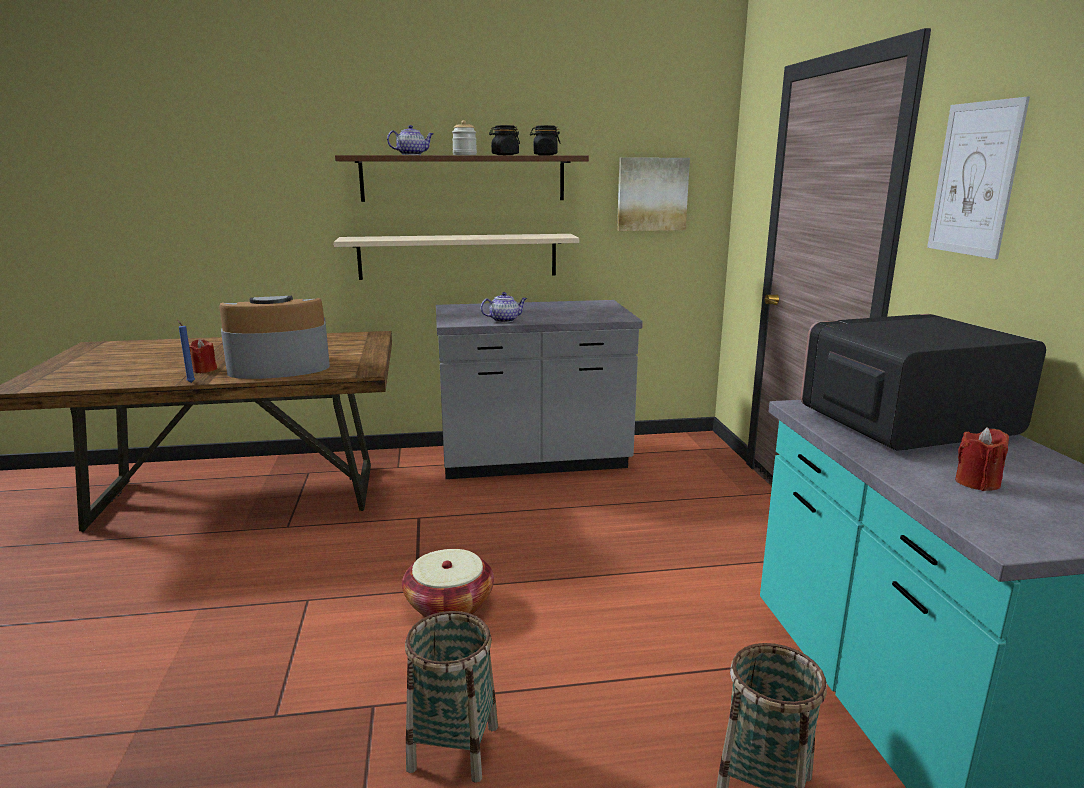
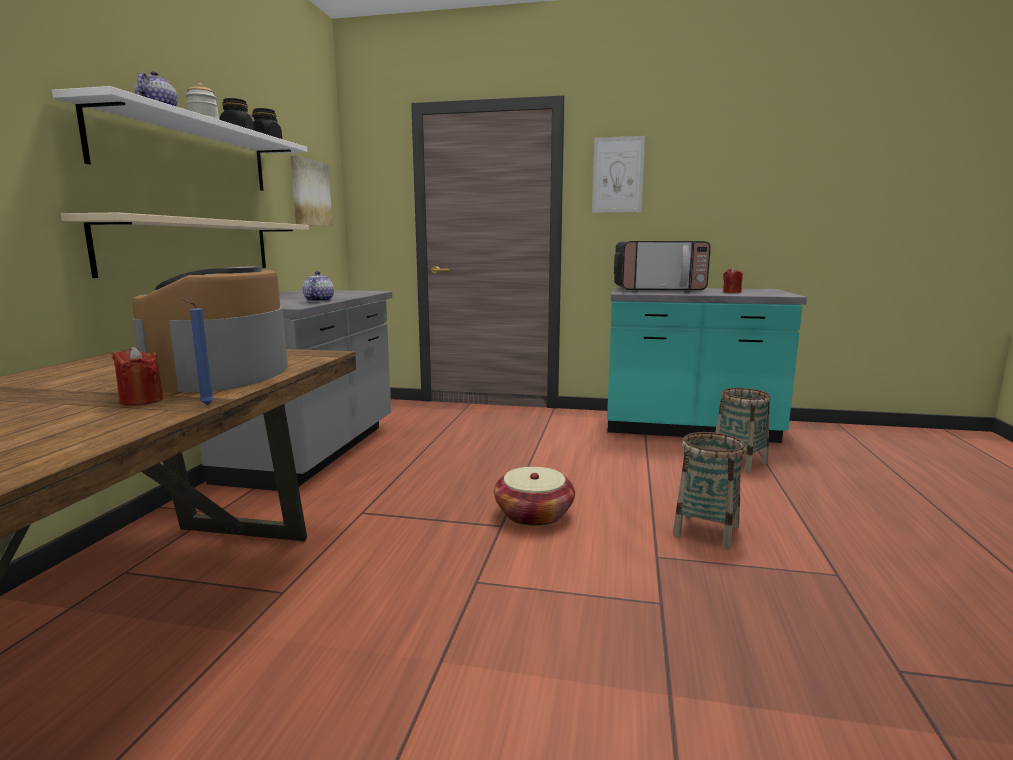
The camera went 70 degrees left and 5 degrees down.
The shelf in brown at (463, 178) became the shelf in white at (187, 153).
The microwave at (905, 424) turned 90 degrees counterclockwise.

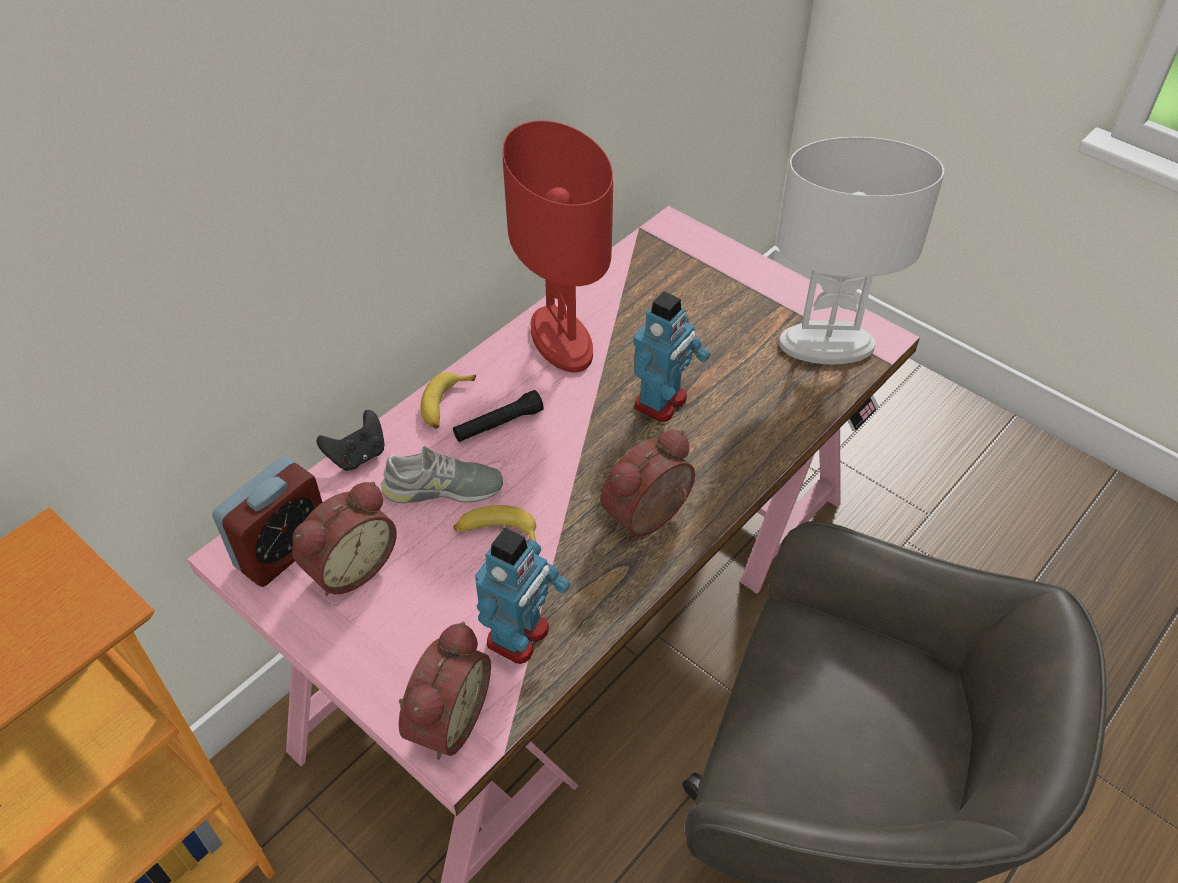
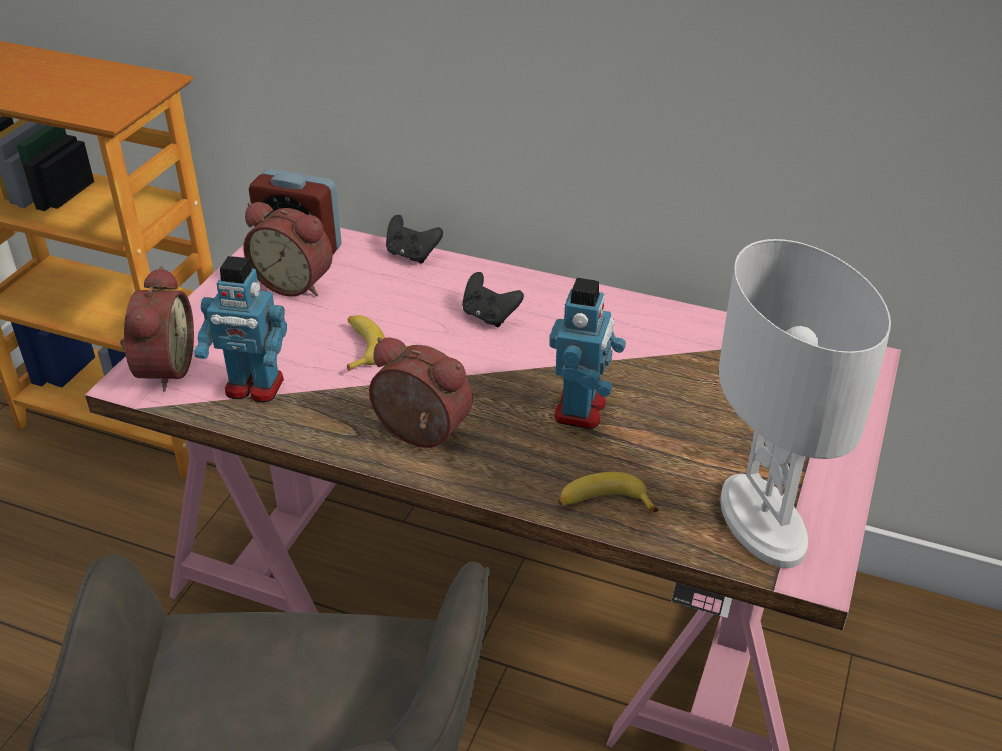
The camera went 70 degrees right and 10 degrees down.
The shoe in grey at (443, 488) disappeared.
The table lamp in red at (562, 341) disappeared.
The banana moved from (445, 405) to (603, 503).
The flashlight in black at (498, 424) was replaced by the game controller in black at (489, 316).
The alarm clock at (444, 718) turned 90 degrees counterclockwise.
The toy robot at (662, 402) turned 90 degrees counterclockwise.

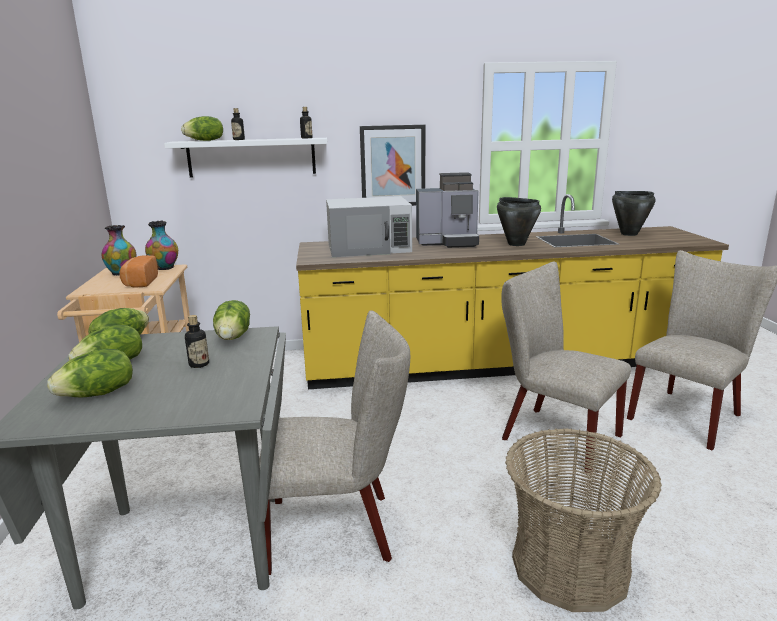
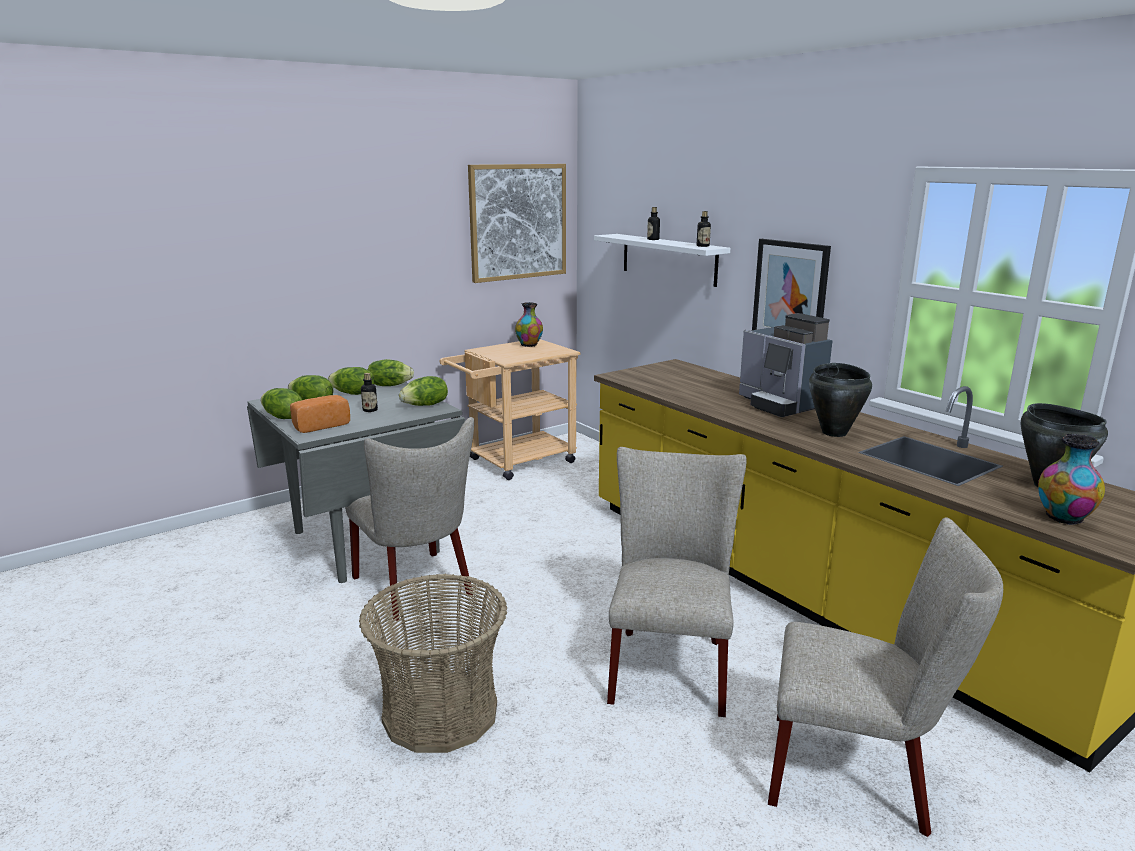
The camera went 60 degrees right and 0 degrees up.
The microwave in white at (369, 247) disappeared.
The picture at (518, 222) appeared.
The bread moved from (139, 282) to (320, 425).
The vase moved from (164, 268) to (1063, 518).
The lettuce moved from (205, 140) to (282, 417).

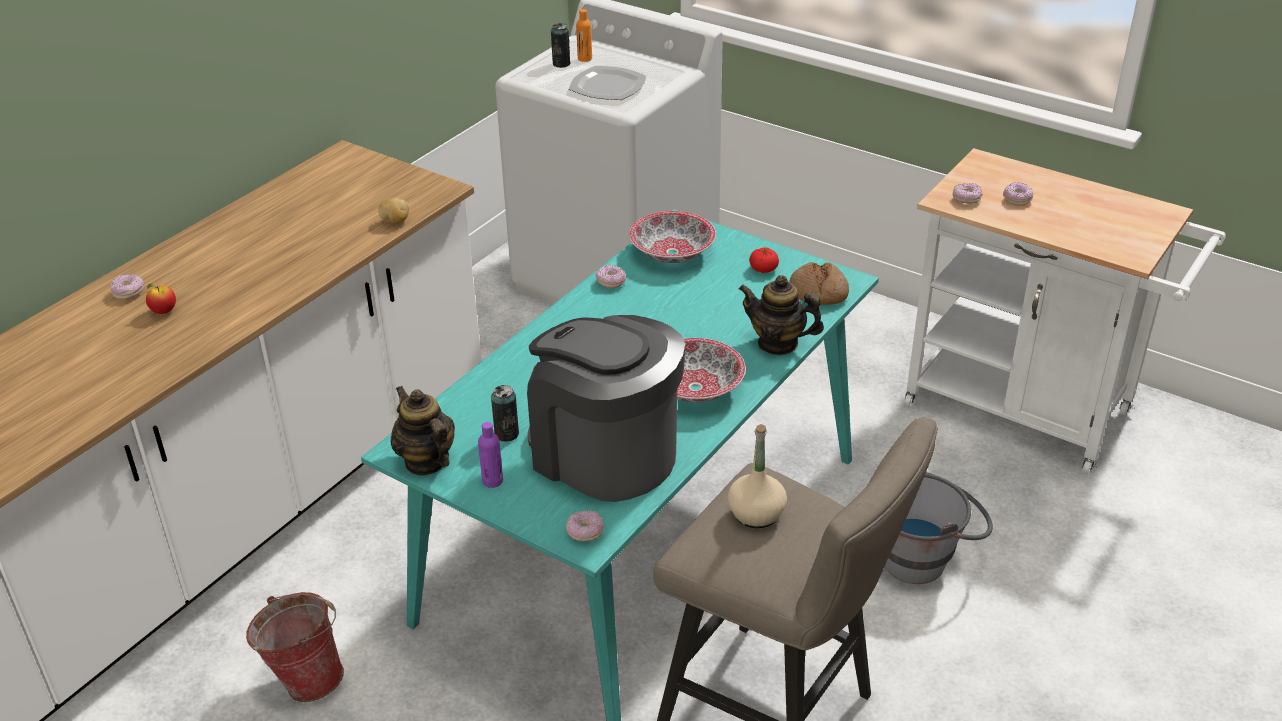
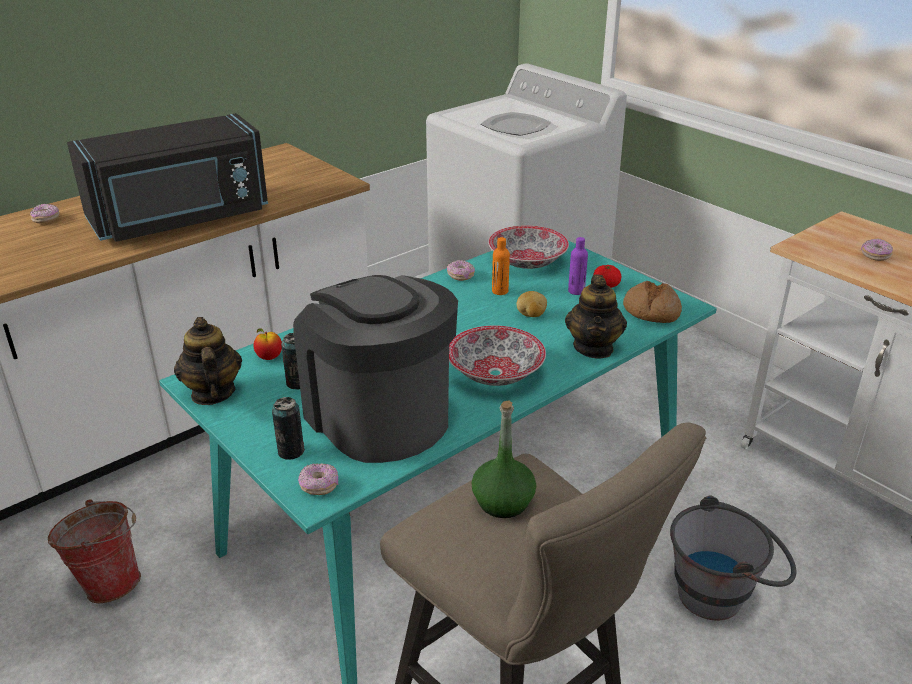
The camera went 15 degrees right and 5 degrees down.
The donut at (966, 199) disappeared.
The microwave in black at (181, 219) appeared.
The apple moved from (164, 311) to (269, 357).
The potato moved from (395, 221) to (531, 315).
The bottle in purple moved from (492, 481) to (576, 291).
The can moved from (561, 64) to (291, 451).
The bottle in orange moved from (585, 59) to (500, 291).
The bottle in beige at (756, 514) became the bottle in green at (503, 502).
The teapot at (778, 343) turned 120 degrees counterclockwise.

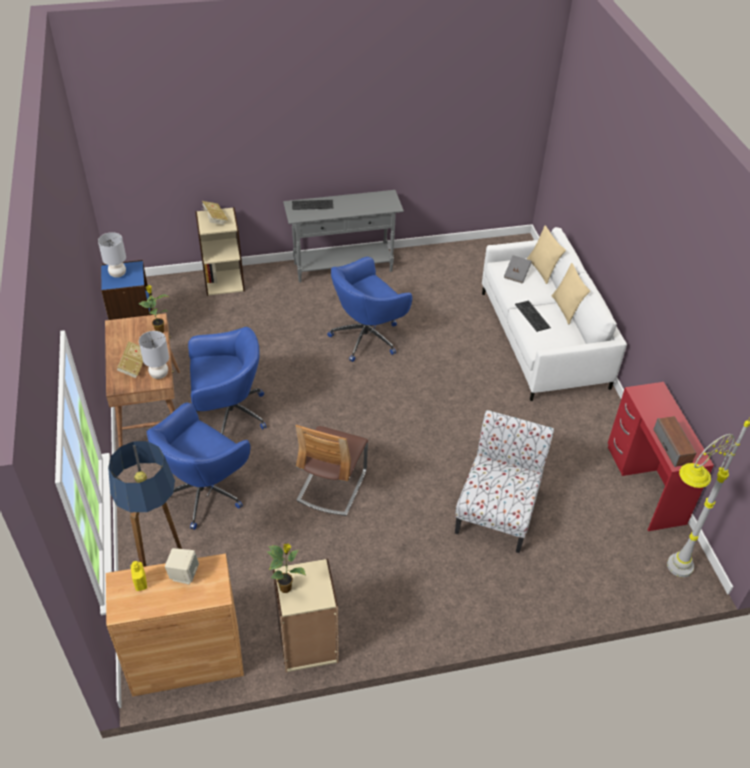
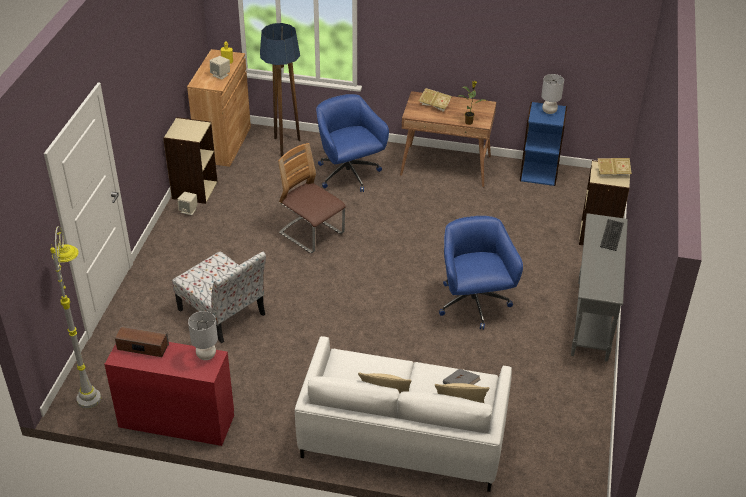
The camera went 115 degrees right and 5 degrees down.
The office chair in blue at (228, 414) disappeared.
The potted plant at (286, 587) disappeared.
The keyboard at (532, 316) disappeared.
The speaker in beige at (188, 210) appeared.
The table lamp in grey moved from (159, 374) to (206, 355).

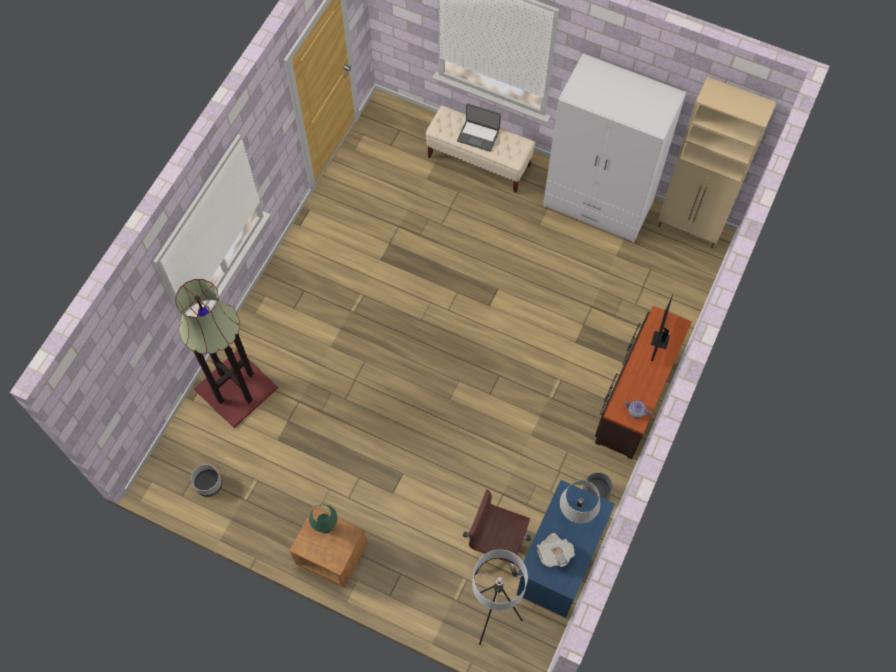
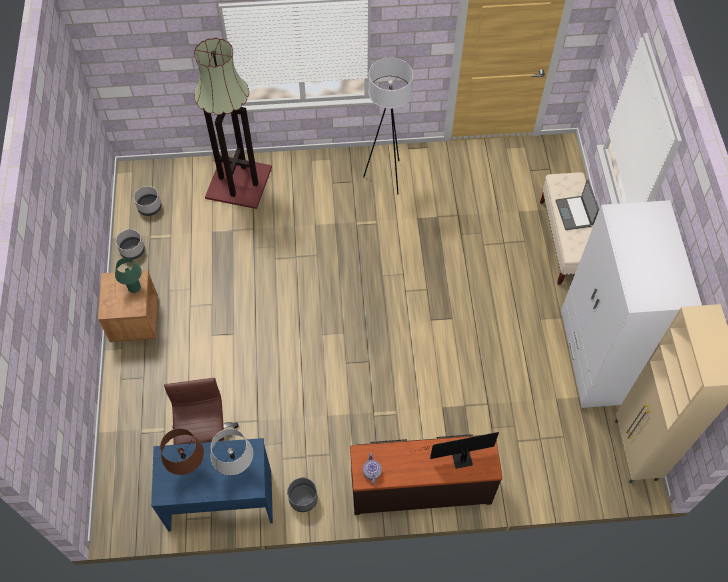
The camera went 60 degrees right and 5 degrees down.
The planter in grey at (132, 250) appeared.
The floor lamp in white moved from (493, 618) to (387, 176).
The newspaper at (554, 552) was replaced by the table lamp in brown at (189, 467).

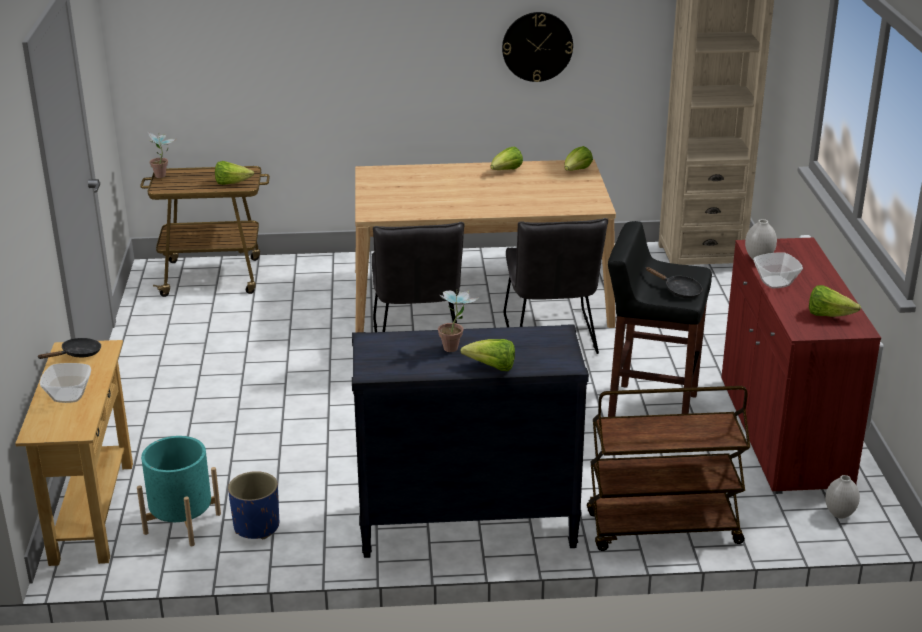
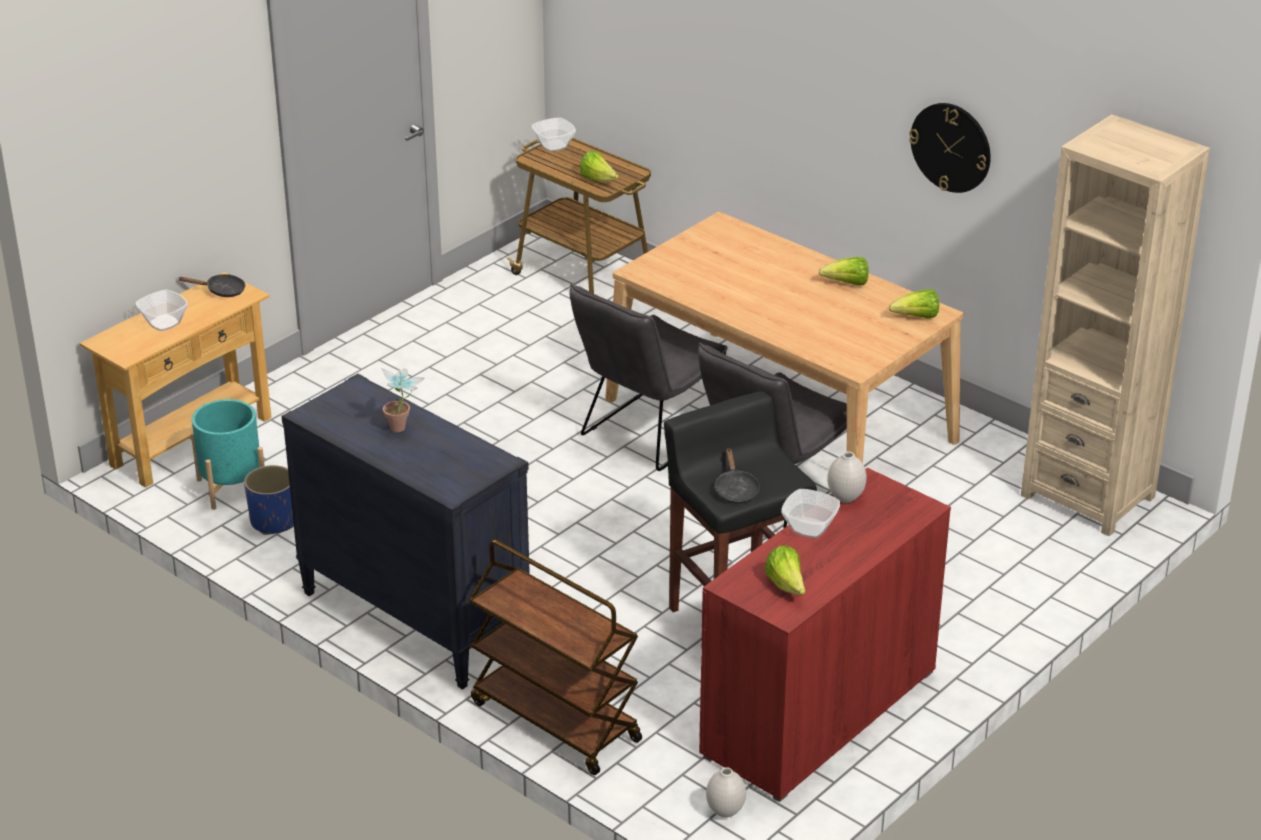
The camera went 45 degrees right and 5 degrees up.
The lettuce at (492, 367) disappeared.
The potted plant at (163, 176) was replaced by the bowl at (554, 145).

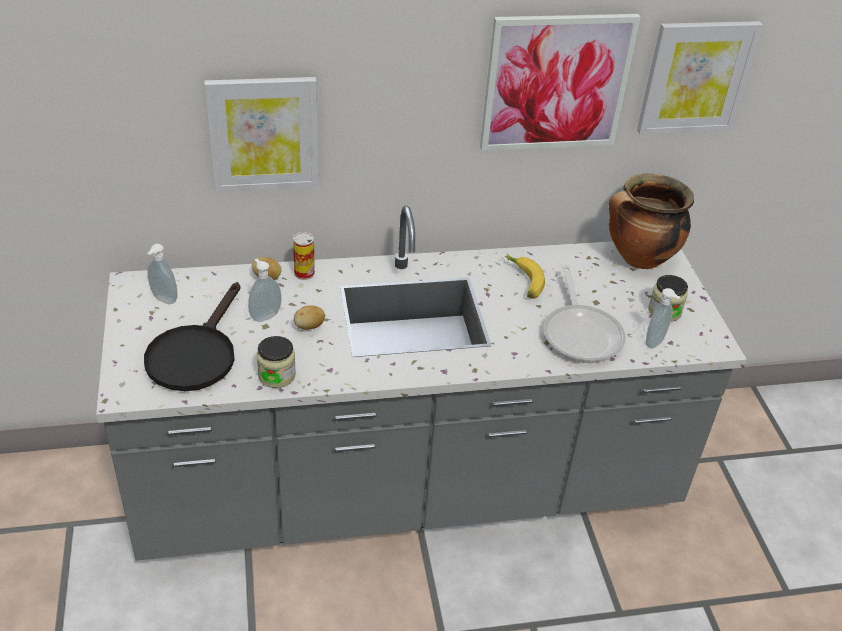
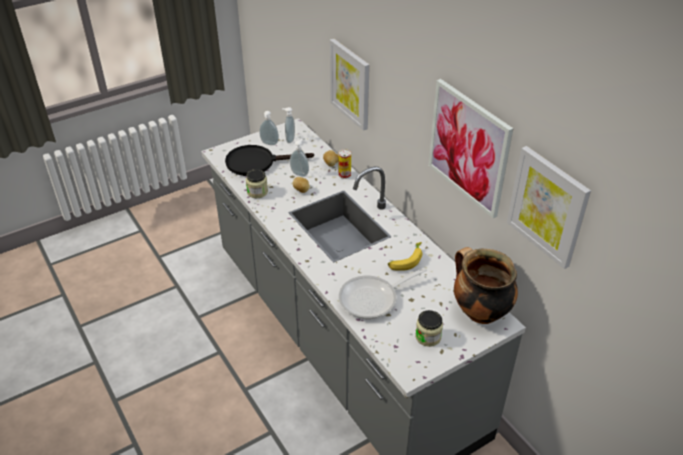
The camera went 70 degrees right and 0 degrees up.
The soap dispenser moved from (656, 343) to (269, 144).

